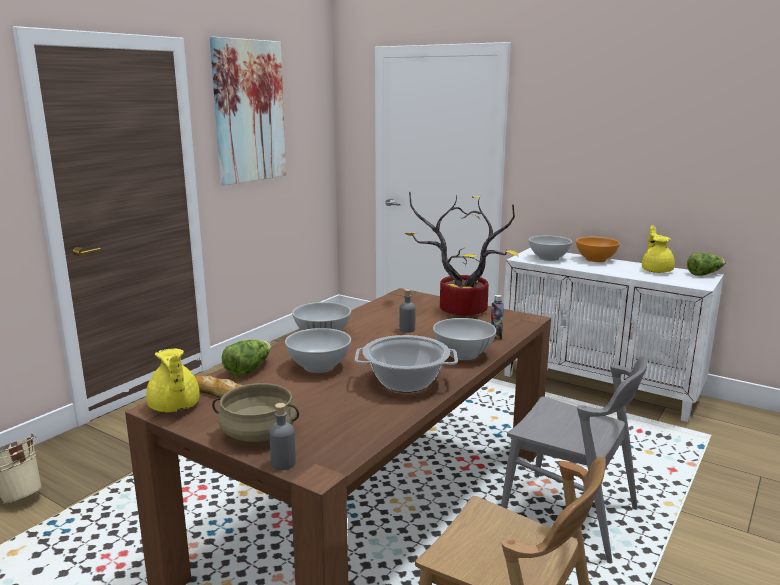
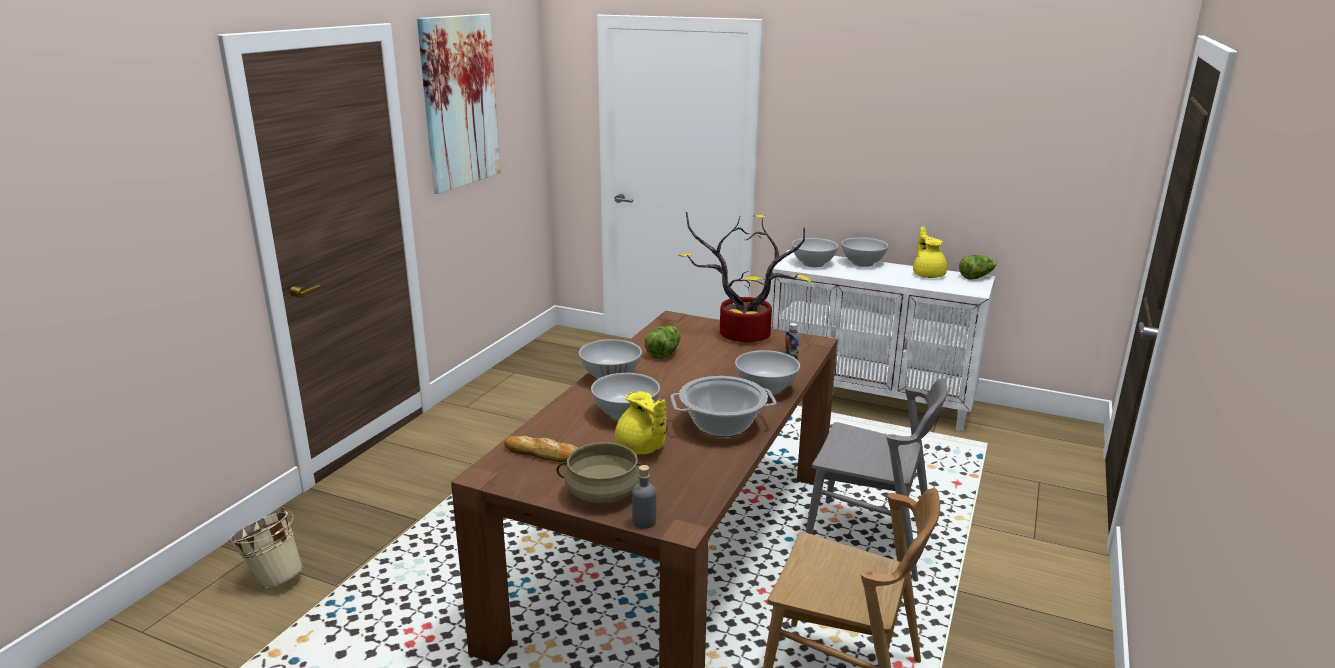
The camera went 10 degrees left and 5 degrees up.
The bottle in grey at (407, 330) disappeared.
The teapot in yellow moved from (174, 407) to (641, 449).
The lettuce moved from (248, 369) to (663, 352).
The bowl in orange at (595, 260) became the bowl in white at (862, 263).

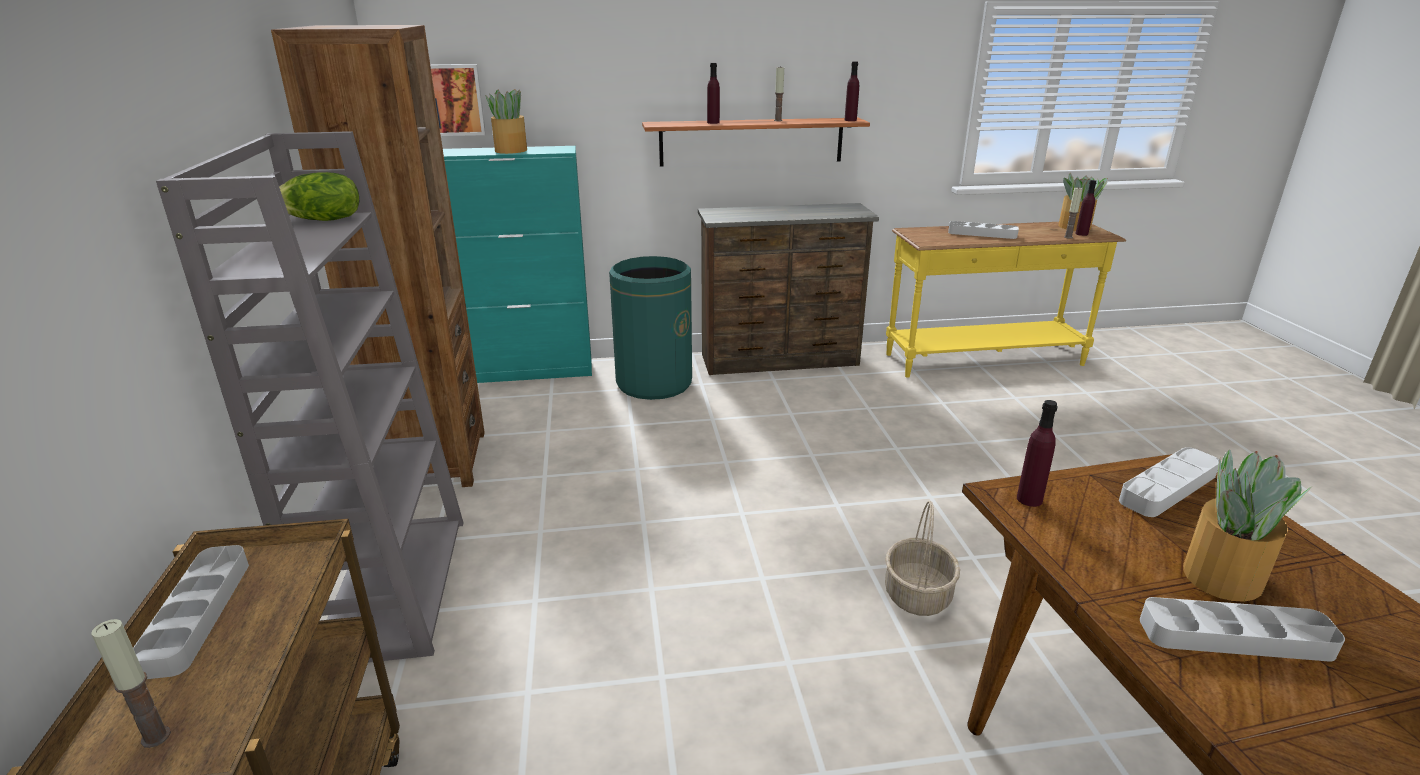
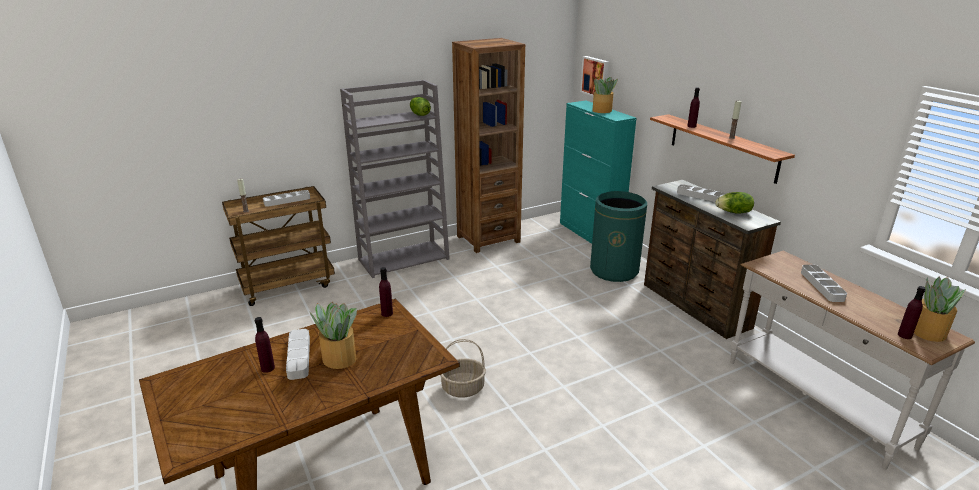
The camera went 70 degrees right and 0 degrees up.
The candle at (1068, 237) disappeared.
The lettuce at (734, 212) appeared.
The bottle in purple moved from (850, 120) to (268, 368).
The tray in grey moved from (1168, 488) to (701, 196).
The console table in yellow at (985, 360) became the console table in white at (814, 402).

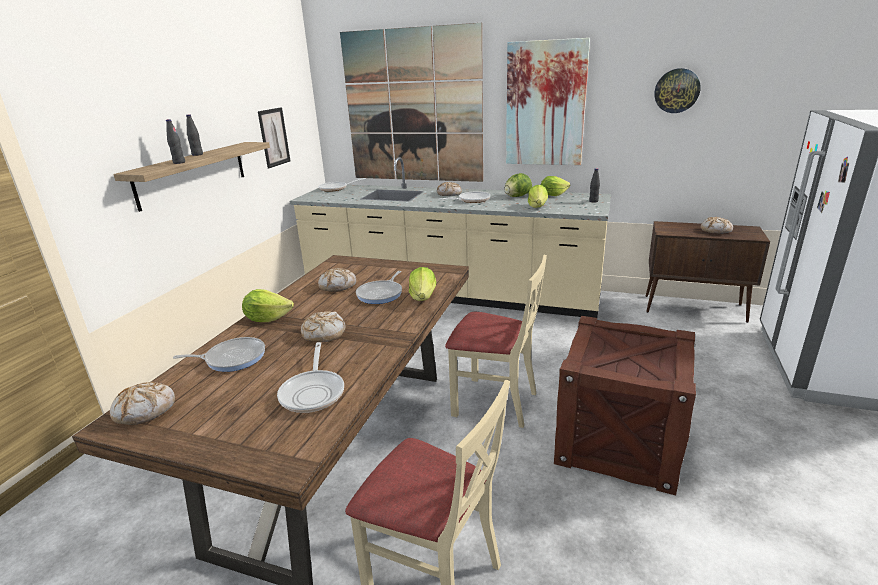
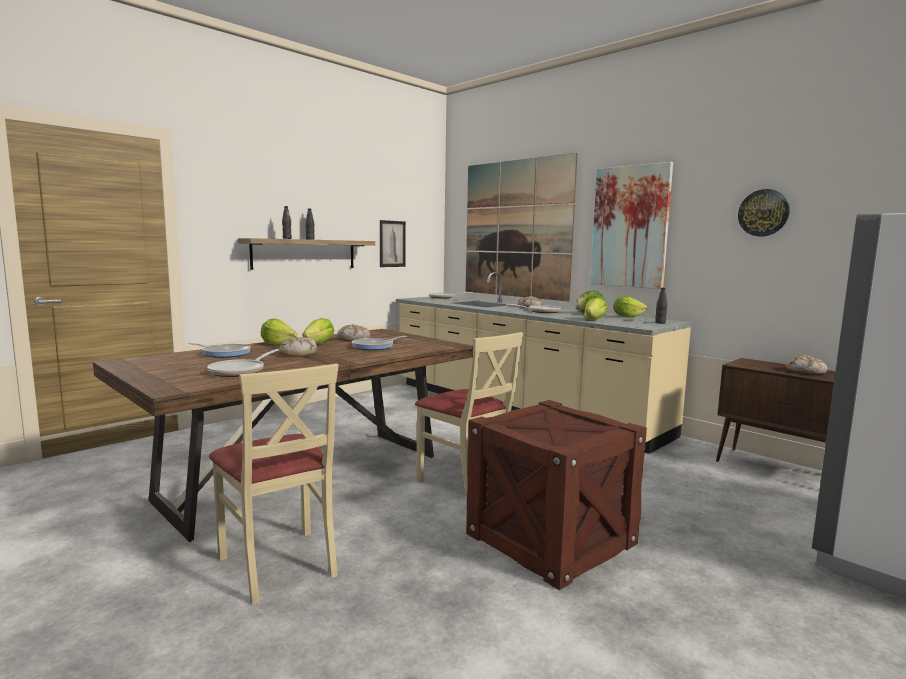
The camera went 25 degrees right and 15 degrees down.
The bread at (145, 410) disappeared.
The lettuce moved from (423, 297) to (319, 343).

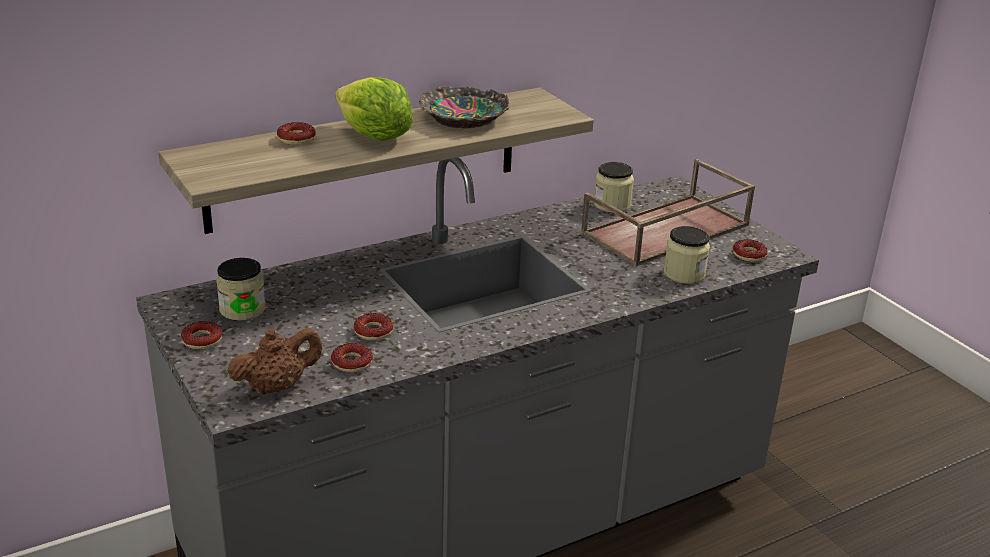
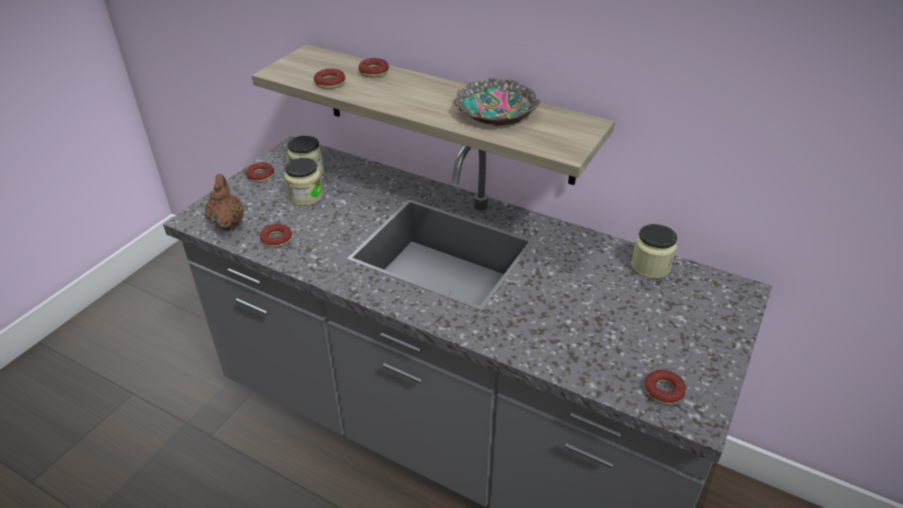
The camera went 60 degrees right and 10 degrees up.
The lettuce at (374, 137) disappeared.
The tray in brown at (665, 230) disappeared.
The donut moved from (373, 331) to (330, 83).
The jar moved from (684, 274) to (306, 196).
The teapot in brown at (277, 387) turned 135 degrees counterclockwise.

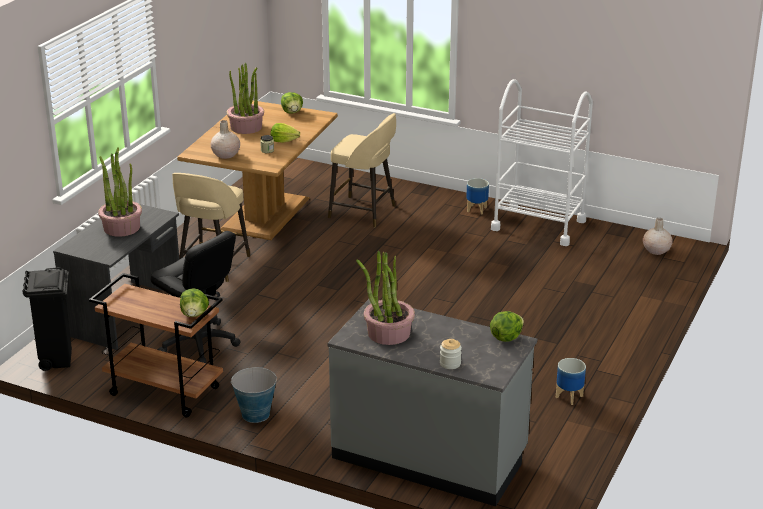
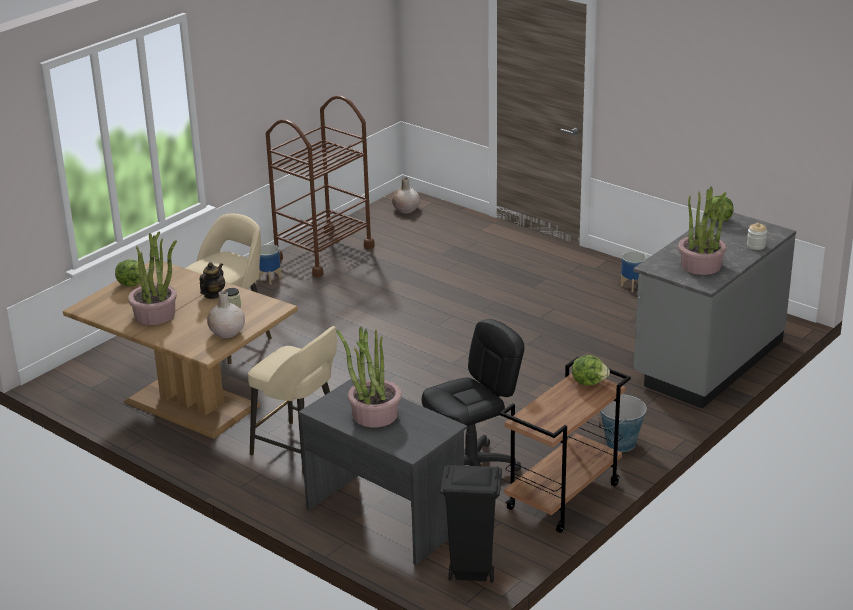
The camera went 75 degrees left and 0 degrees up.
The lettuce at (284, 141) was replaced by the teapot at (213, 295).
The cart in white at (538, 225) became the cart in brown at (323, 253).

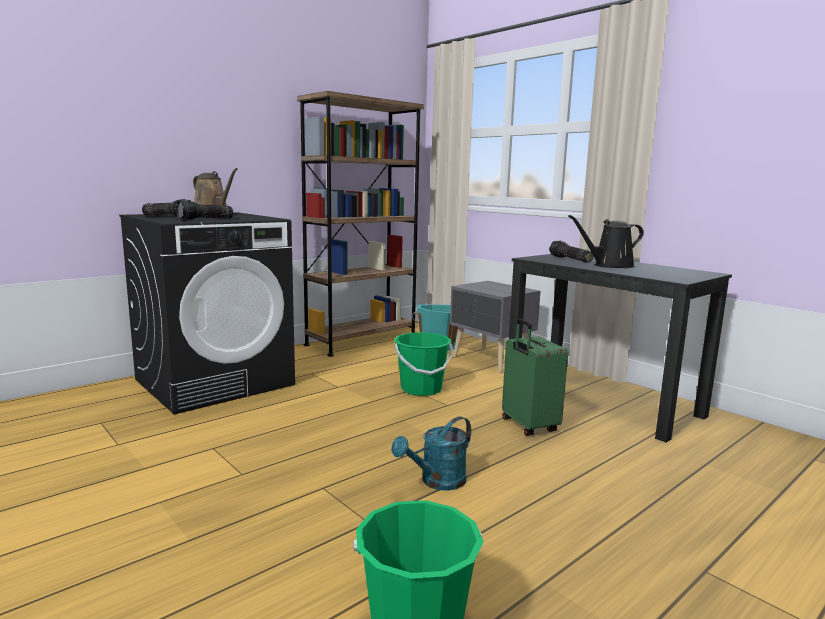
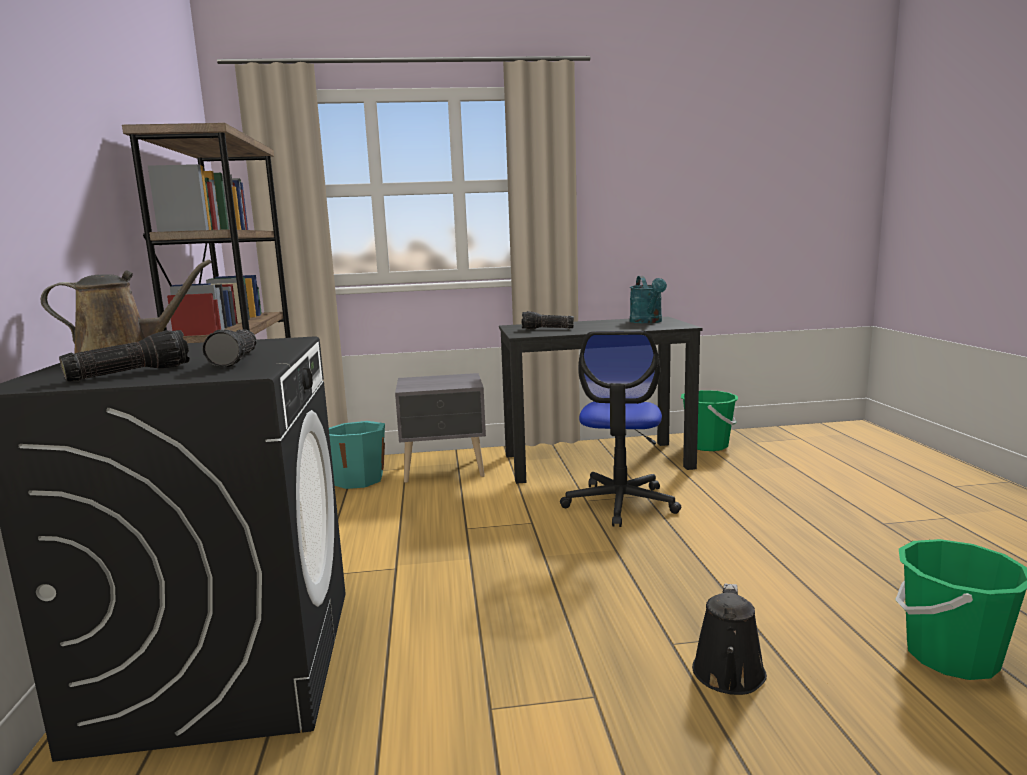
The camera went 55 degrees left and 0 degrees up.
The watering can in turquoise moved from (437, 482) to (648, 322).
The bucket in green moved from (421, 389) to (707, 445).
The watering can in black moved from (609, 266) to (729, 677).
The suitcase in green at (528, 426) was replaced by the office chair at (620, 503).

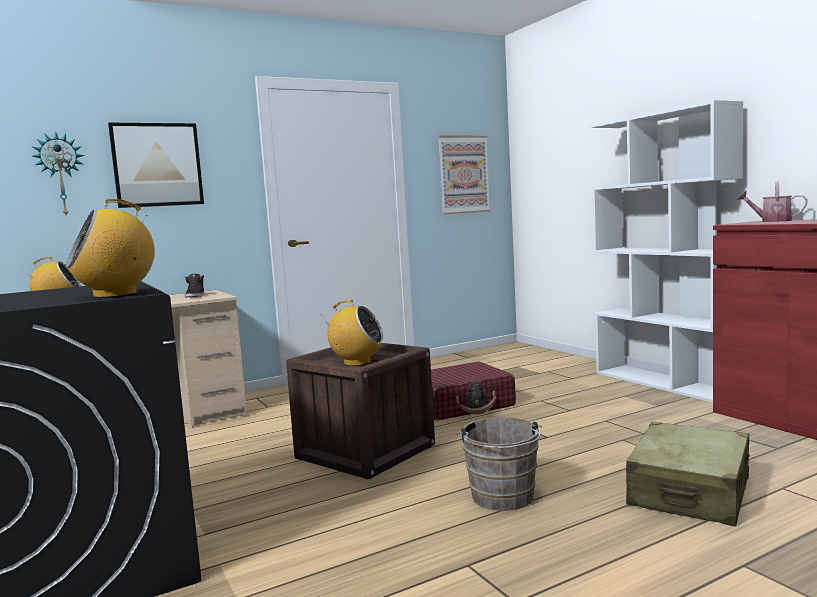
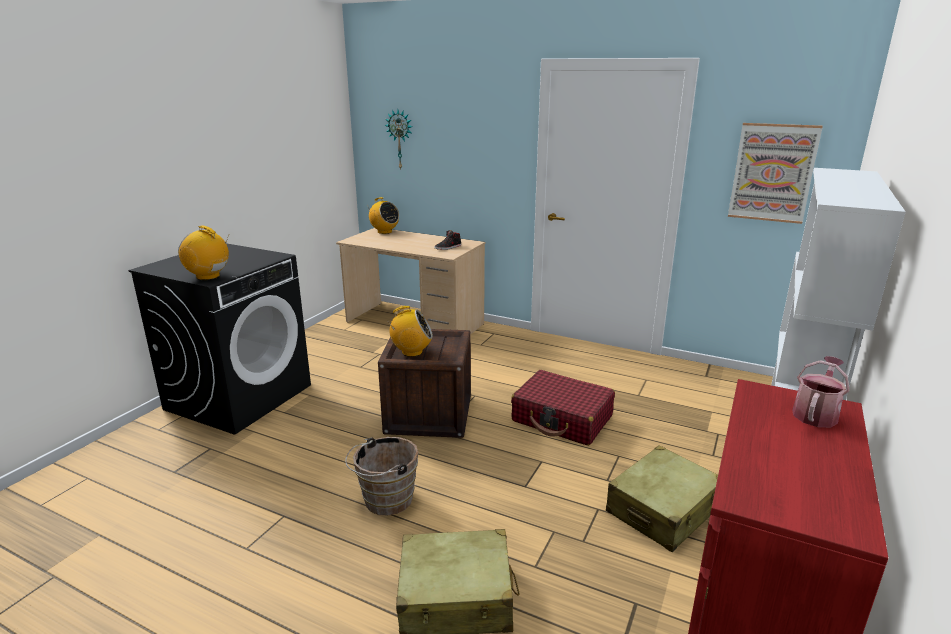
The camera went 55 degrees right and 15 degrees up.
The picture at (157, 165) disappeared.
The suitcase in beige at (663, 510) appeared.
The radio at (356, 363) turned 75 degrees counterclockwise.
The watering can at (771, 221) turned 45 degrees clockwise.

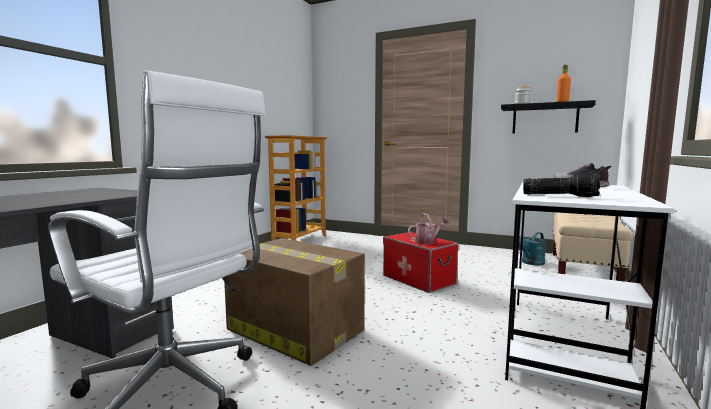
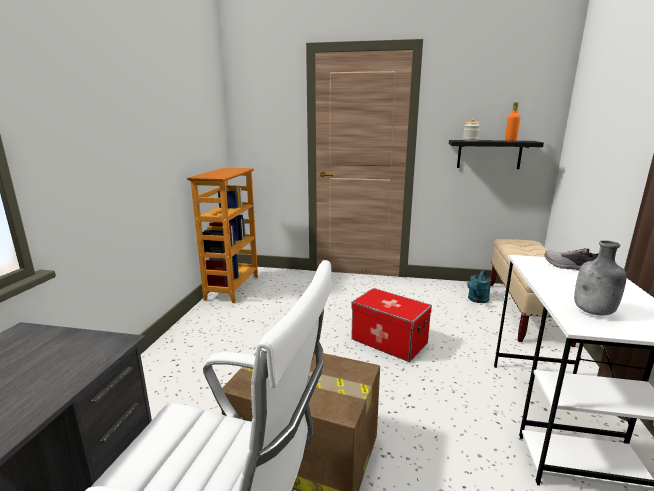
The camera went 15 degrees left and 10 degrees up.
The watering can at (427, 241) disappeared.
The flashlight at (560, 196) was replaced by the bottle in grey at (594, 312).

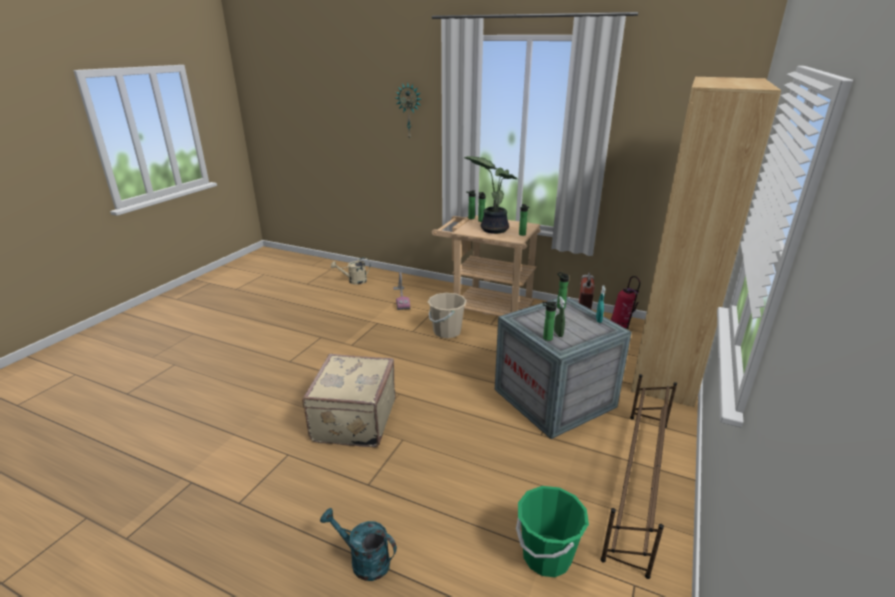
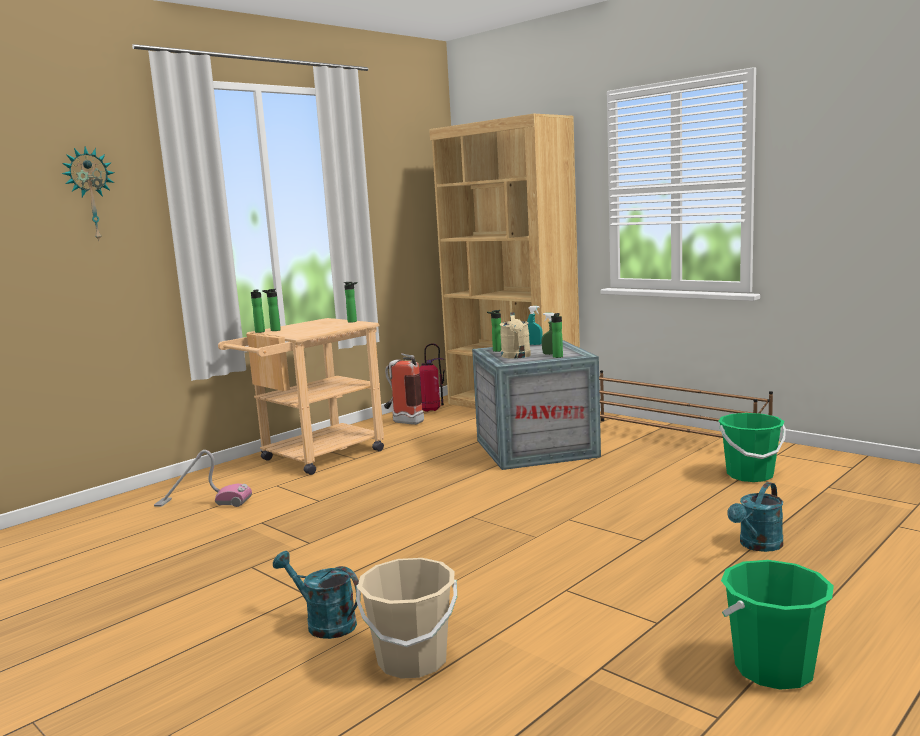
The camera went 70 degrees left and 15 degrees down.
The suitcase in beige at (352, 420) disappeared.
The potted plant at (493, 229) disappeared.
The watering can in turquoise at (324, 623) appeared.
The bucket in green at (773, 669) appeared.
The watering can in beige moved from (354, 281) to (516, 356).
The bucket in beige moved from (447, 332) to (412, 660).

